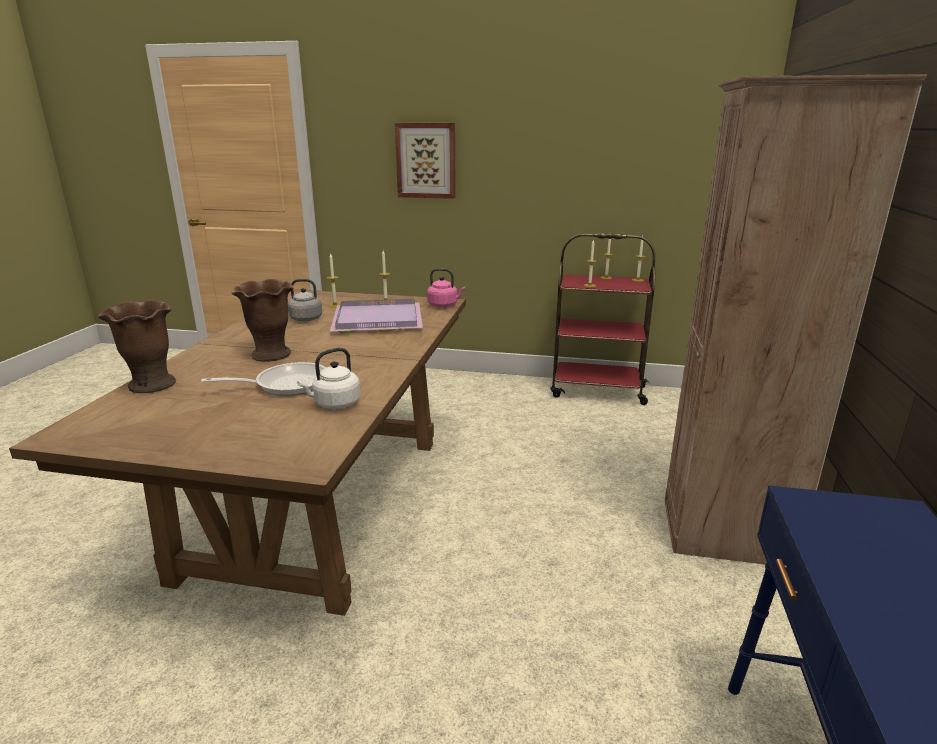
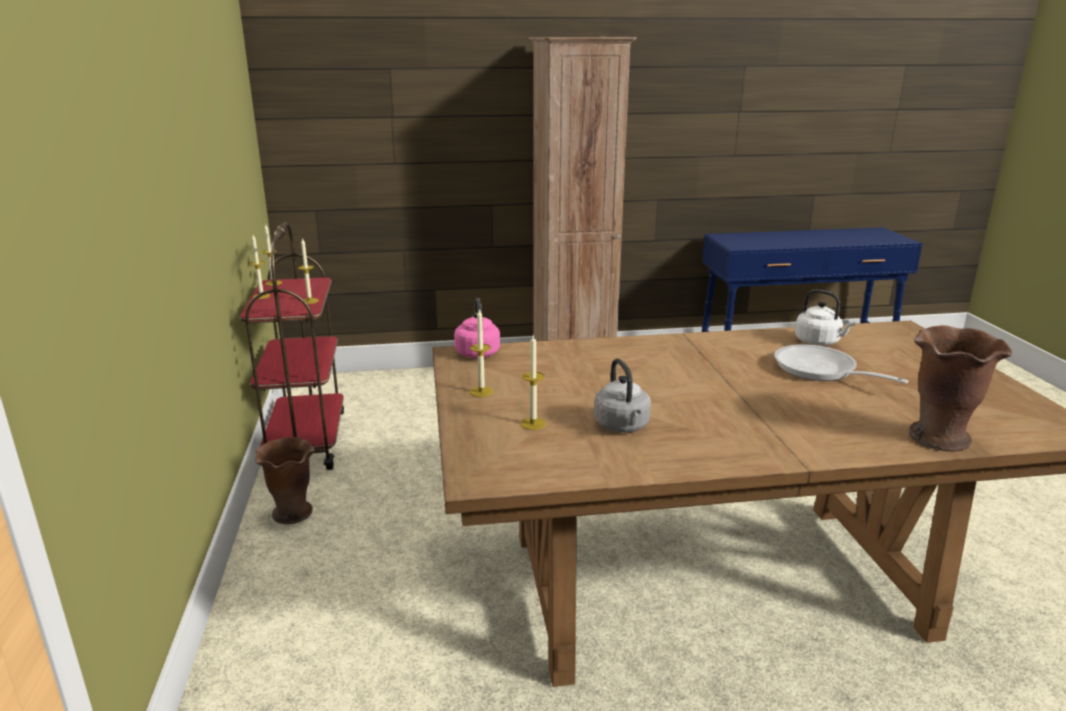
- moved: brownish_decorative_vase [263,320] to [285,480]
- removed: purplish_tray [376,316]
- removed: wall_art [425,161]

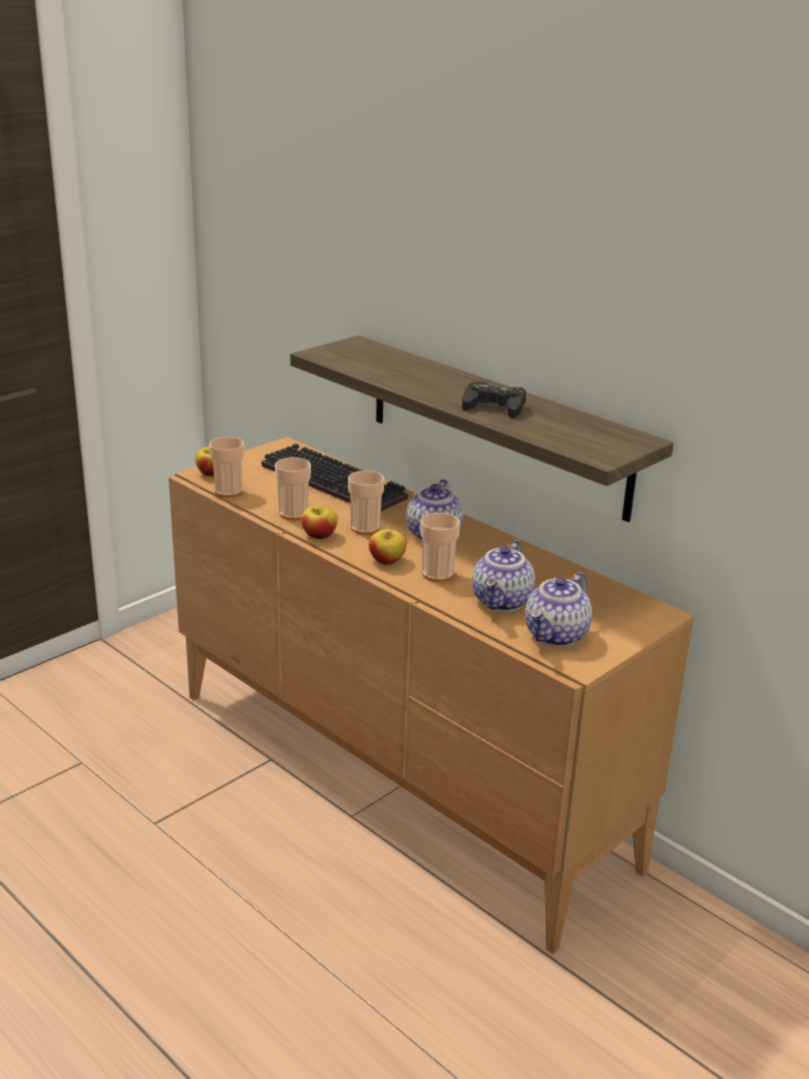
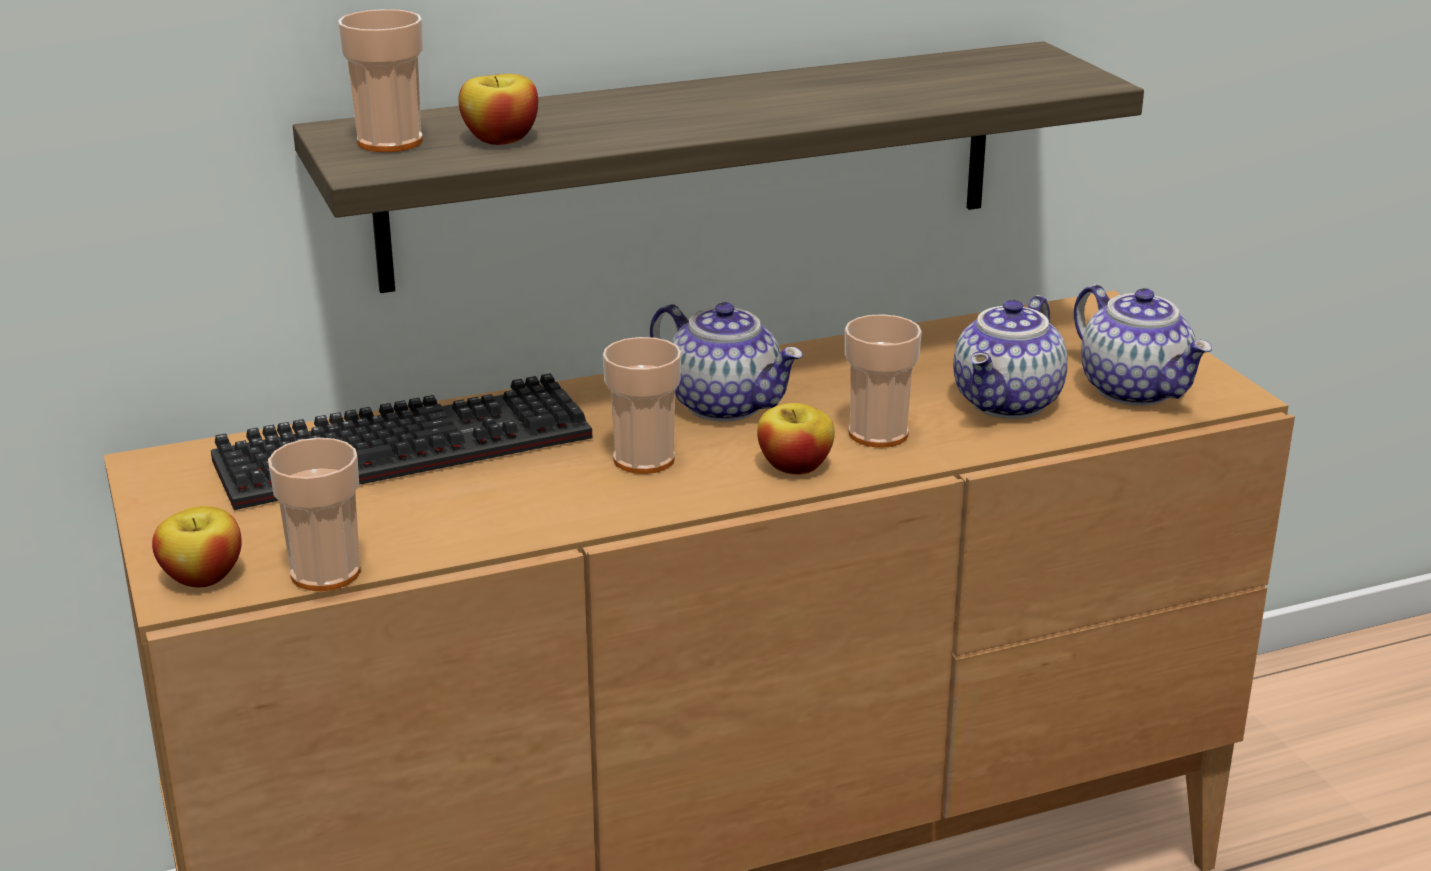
- moved: cup [293,488] to [380,80]
- moved: apple [319,522] to [498,109]
- removed: black_joypad [494,400]
- turned: tea_pot [503,576] = [1010,357] 75 degrees clockwise

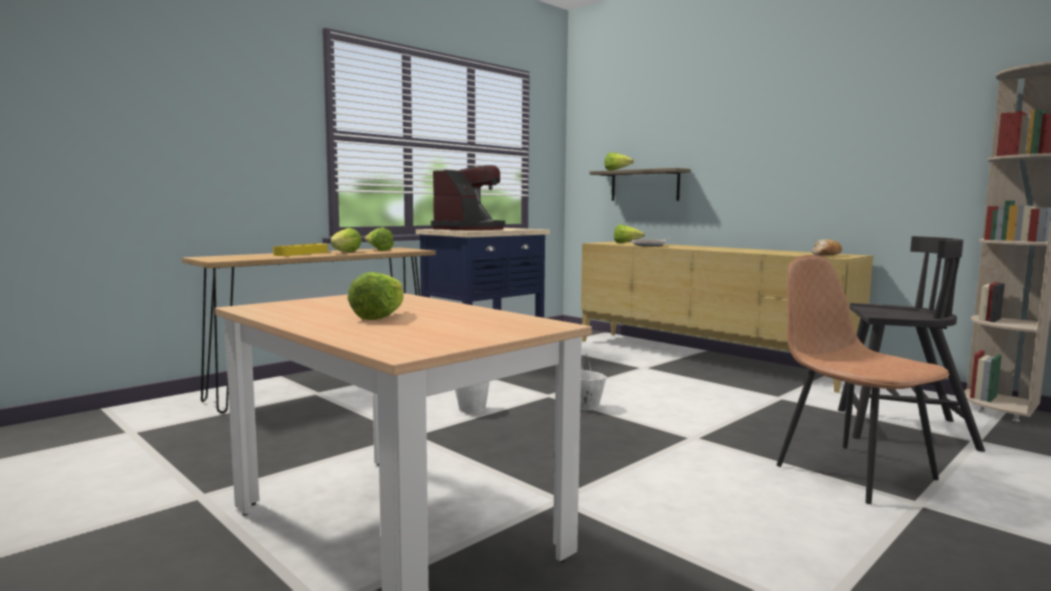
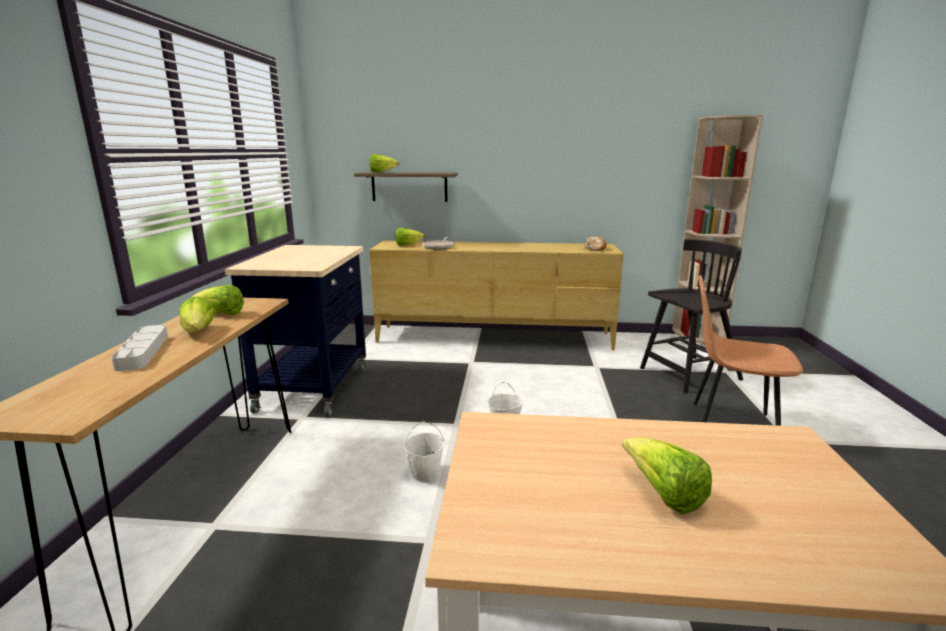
- recoloured: yellow-coloured_tray [300,250] to gray_tray [139,348]
- removed: coffee_machine [468,197]

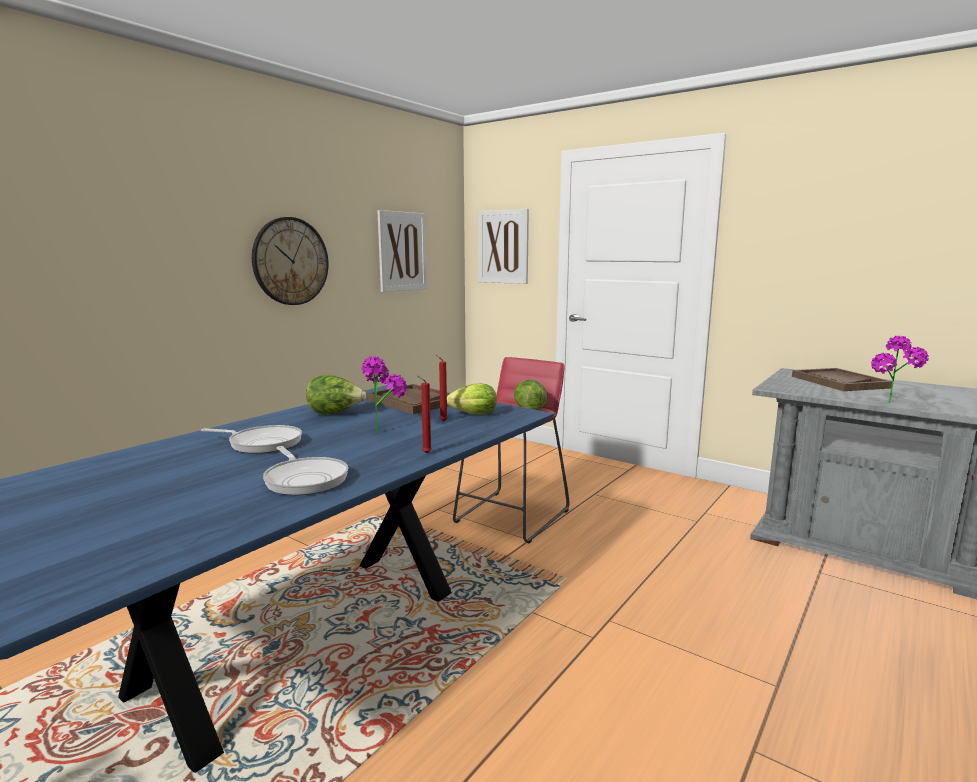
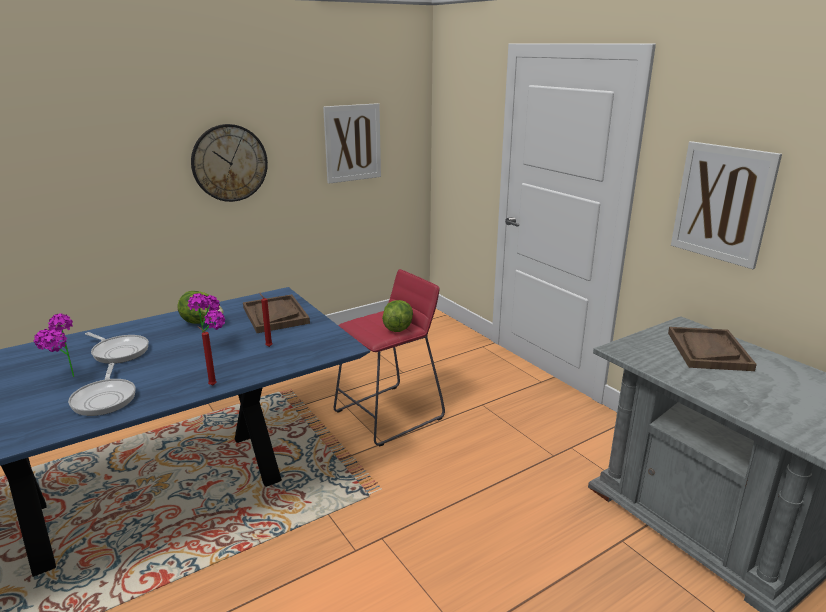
- removed: head_of_lettuce [472,399]
- moved: wall_art [504,246] to [726,205]
- moved: potted_plant [900,369] to [54,345]

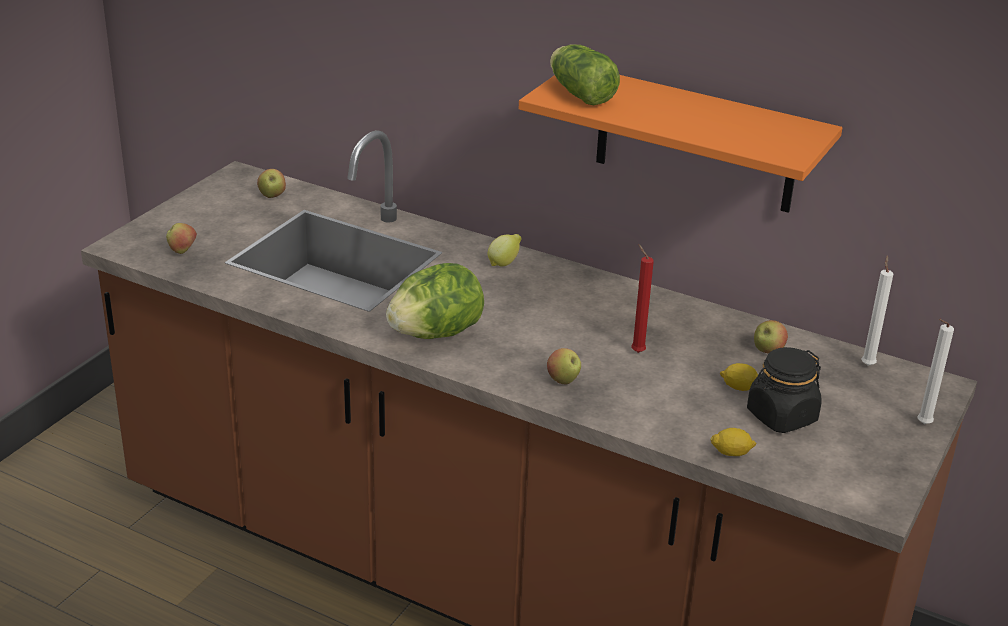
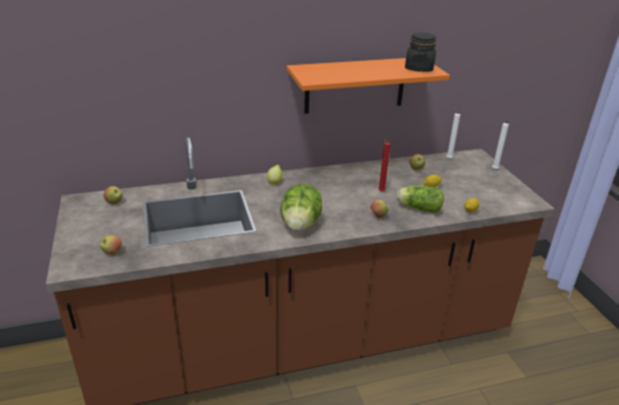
- moved: head_of_lettuce [585,74] to [420,199]
- moved: black_preserve_jar [784,390] to [420,52]

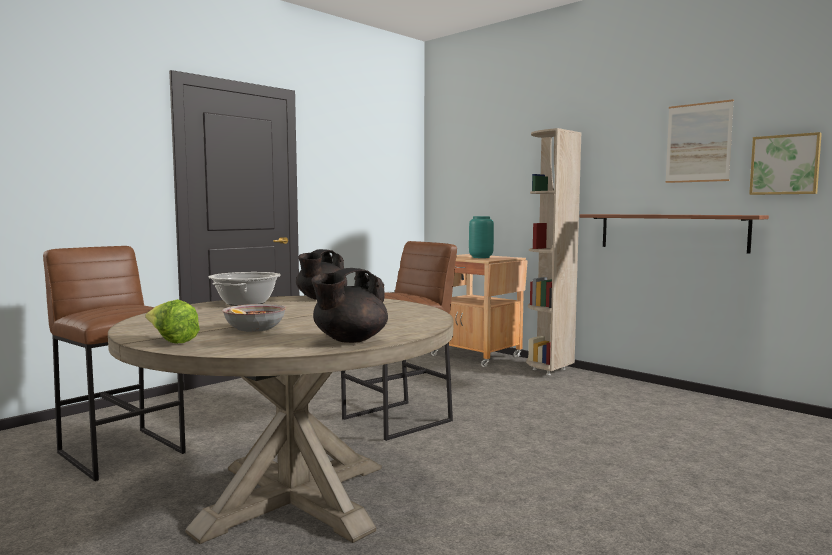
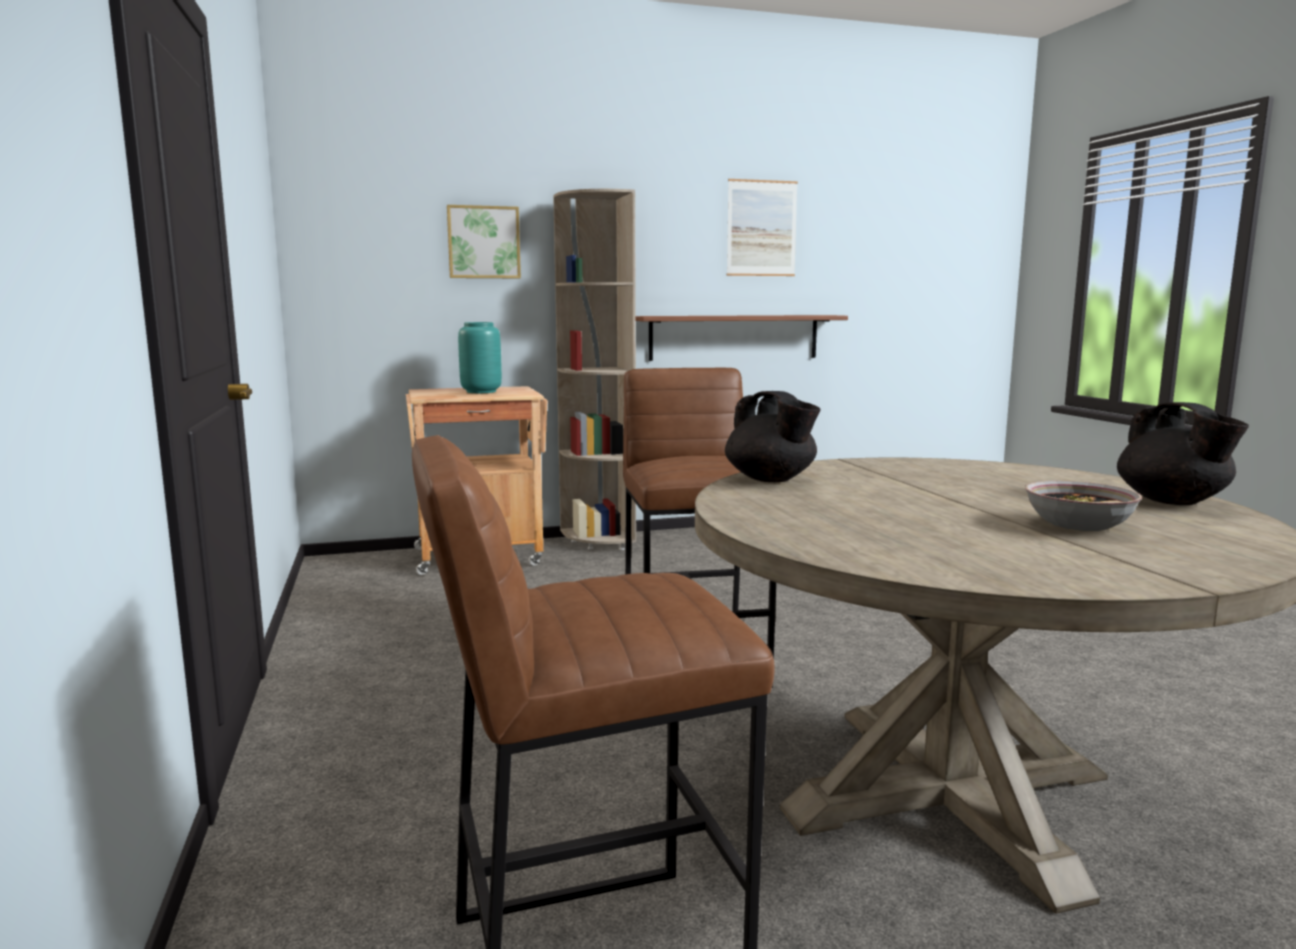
- removed: head_of_lettuce [172,321]
- removed: stockpot [244,289]
- moved: wall_art [785,163] to [484,241]

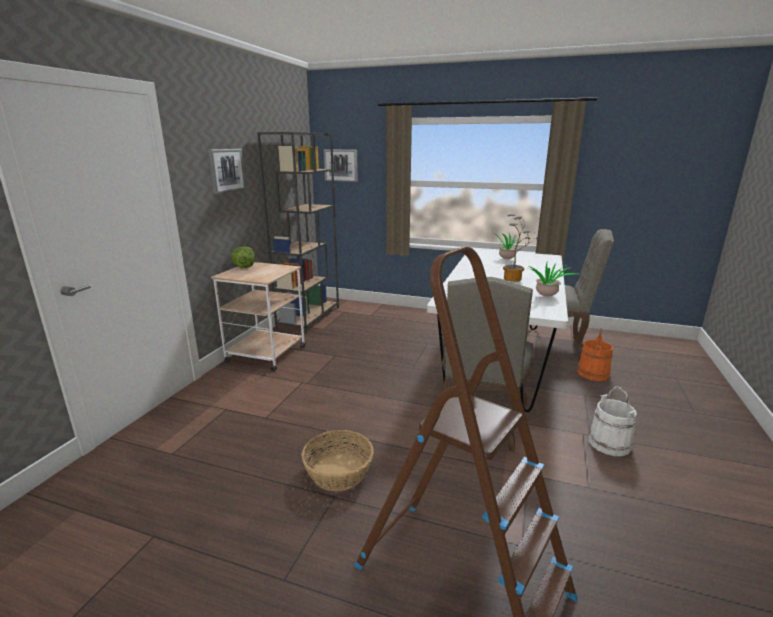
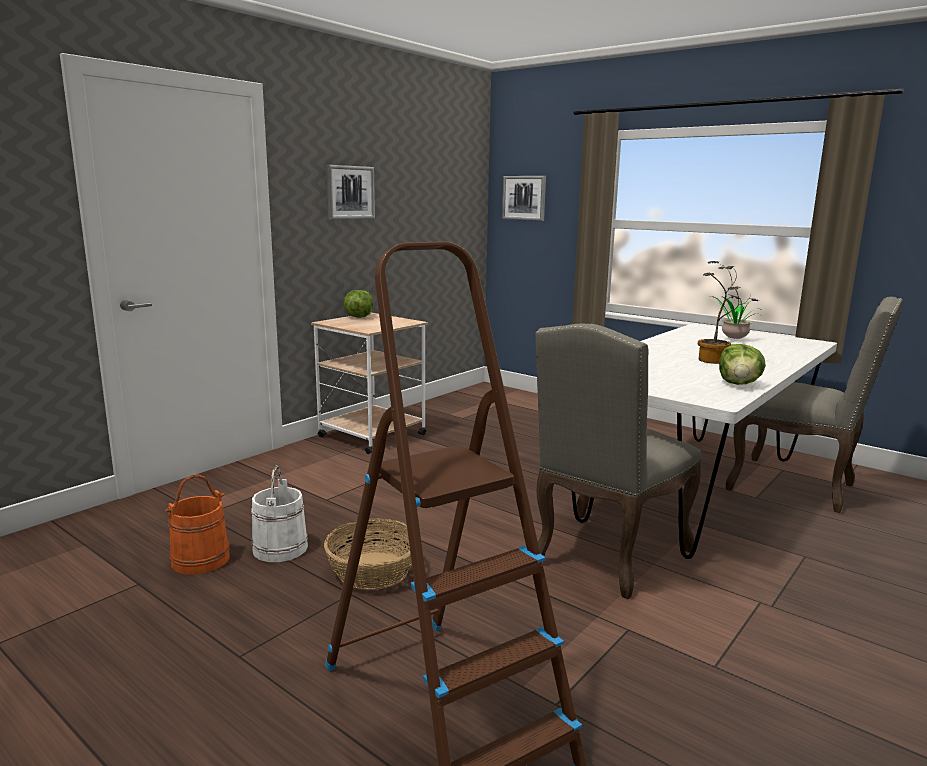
- removed: bookcase [298,233]
- replaced: potted_plant [553,279] to head_of_lettuce [742,364]
- moved: orangey_pail [595,354] to [197,525]
- moved: whitish_pail [613,421] to [279,513]

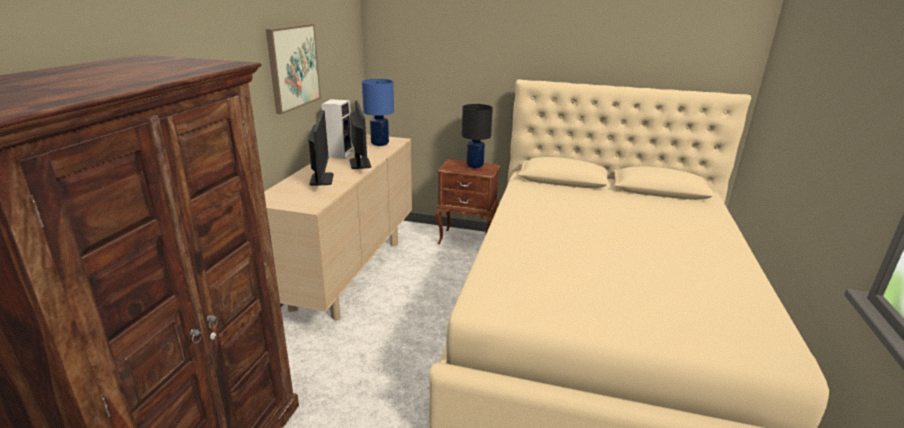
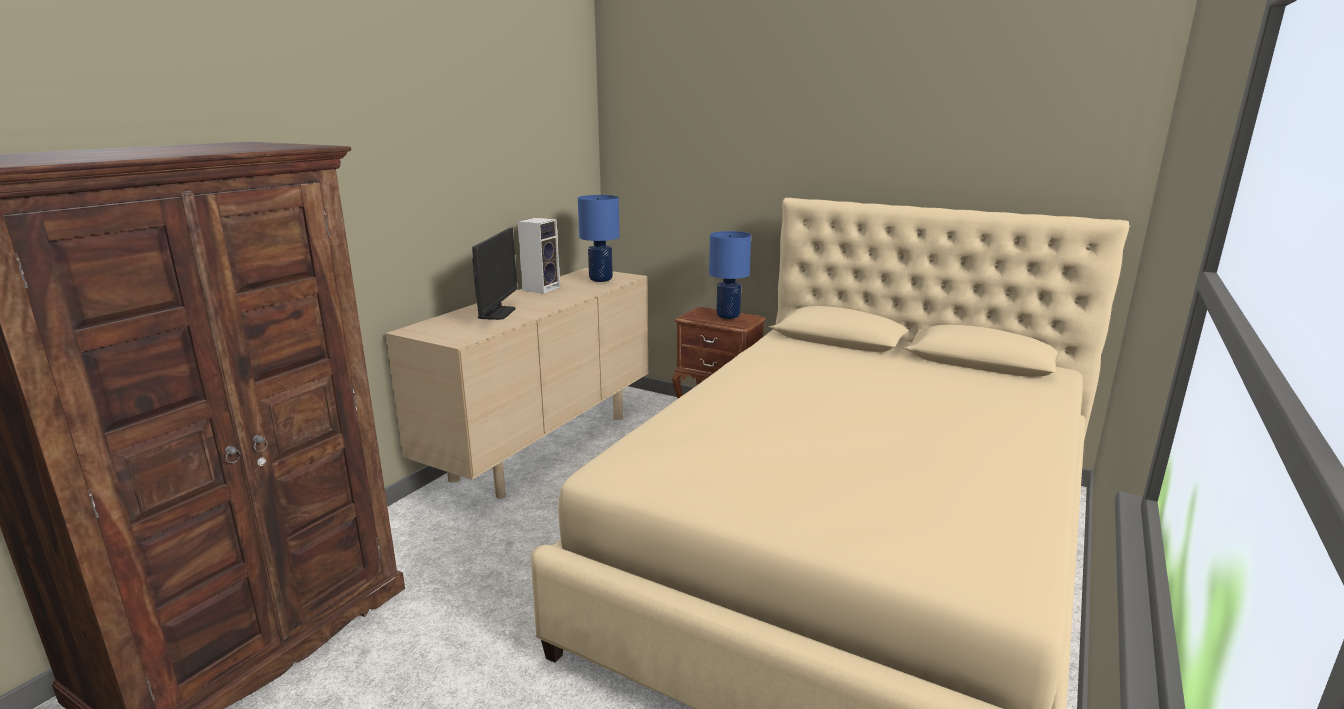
- removed: wall_art [293,69]
- removed: monitor [360,135]
- recoloured: black_lamp_for_a_table [477,136] to bluish_lamp_for_a_table [730,275]

